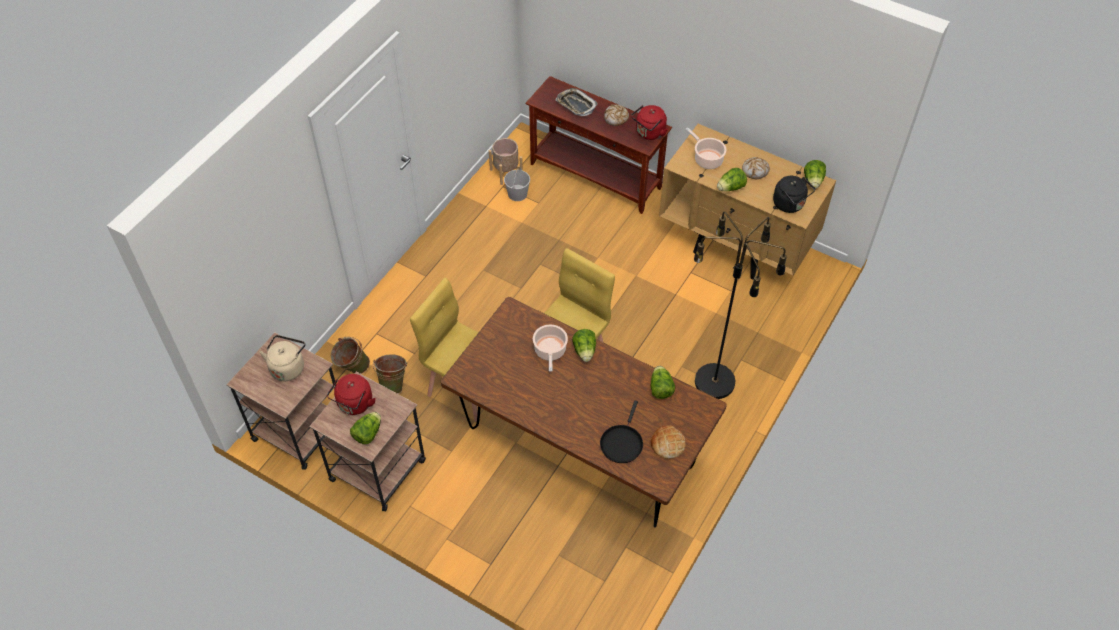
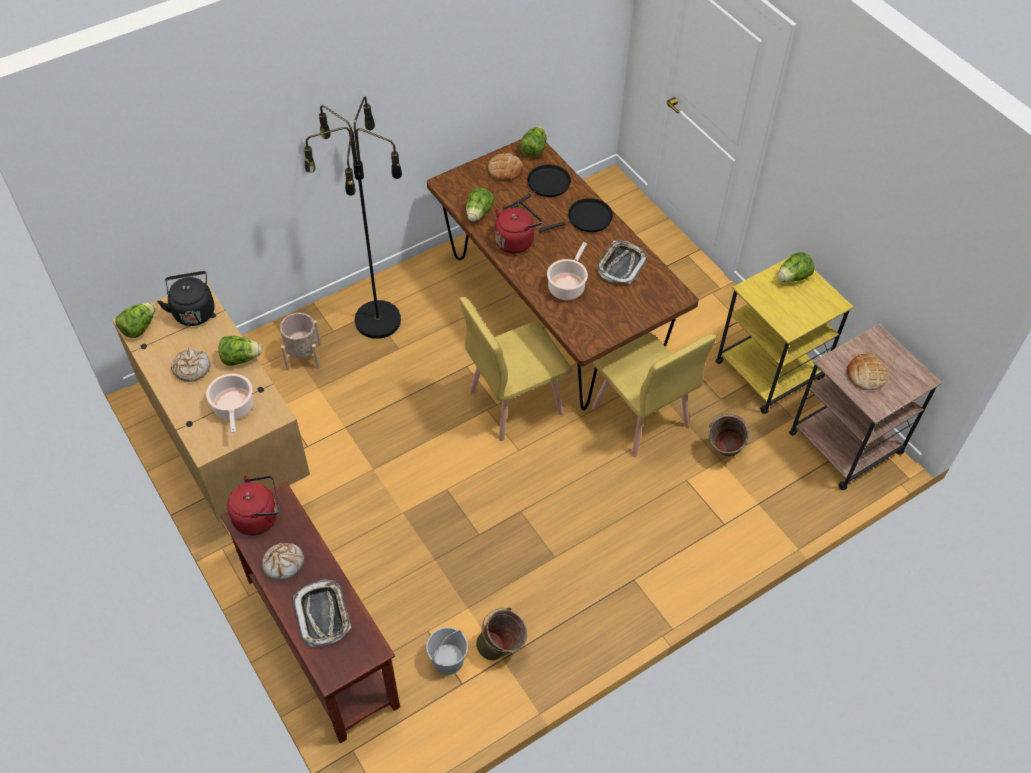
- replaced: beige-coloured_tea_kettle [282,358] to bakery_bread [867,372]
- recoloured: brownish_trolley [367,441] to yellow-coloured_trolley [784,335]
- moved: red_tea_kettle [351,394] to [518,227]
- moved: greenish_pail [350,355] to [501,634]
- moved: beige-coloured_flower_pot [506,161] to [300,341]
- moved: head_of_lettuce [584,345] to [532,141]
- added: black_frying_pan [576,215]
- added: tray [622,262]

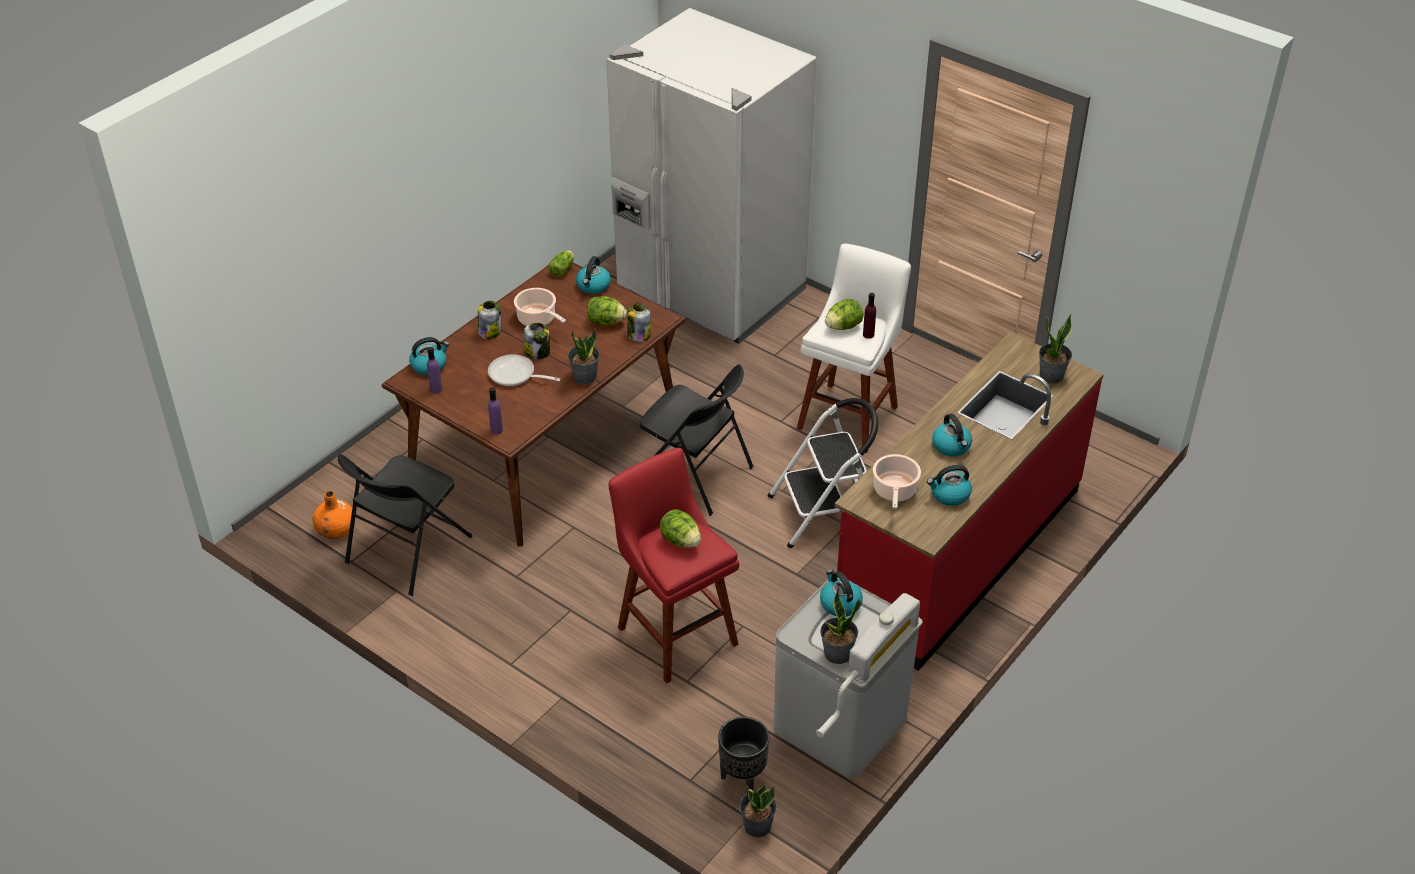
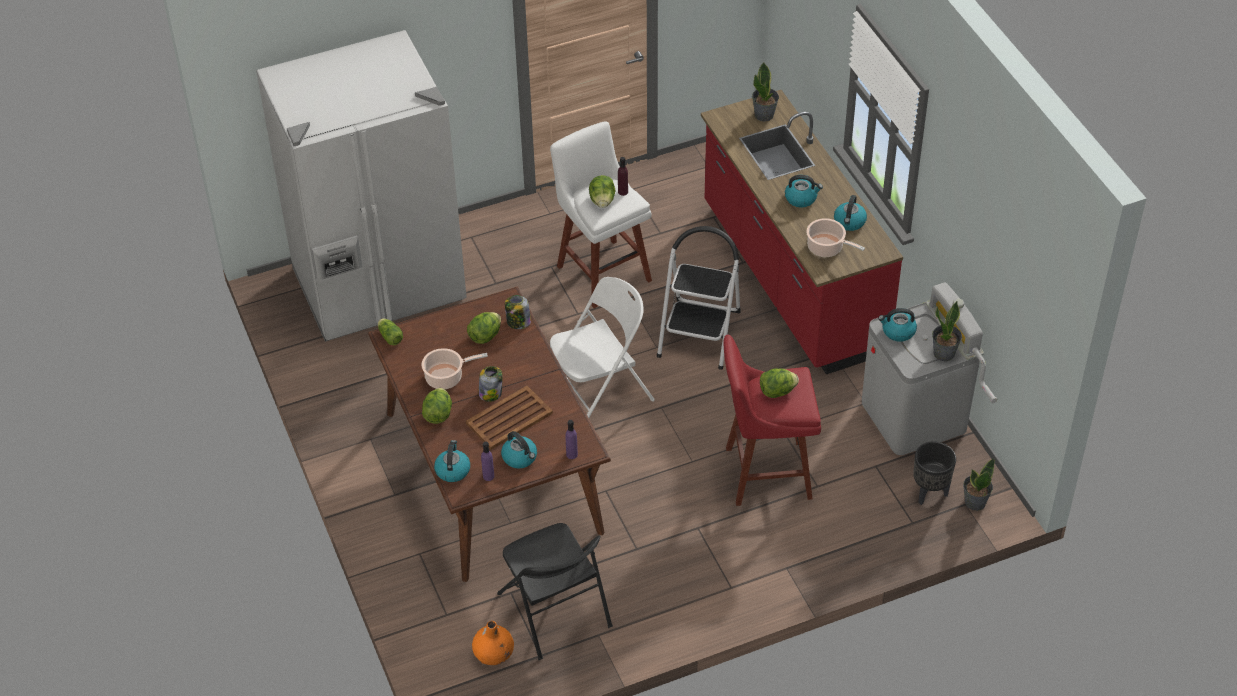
- replaced: preserve_jar [489,320] to head_of_lettuce [437,406]
- replaced: frying_pan [524,370] to brownish_tray [509,418]
- removed: potted_plant [584,356]
- moved: tea_kettle [593,275] to [519,450]
- recoloured: black_chair [697,440] to whitish_chair [602,347]

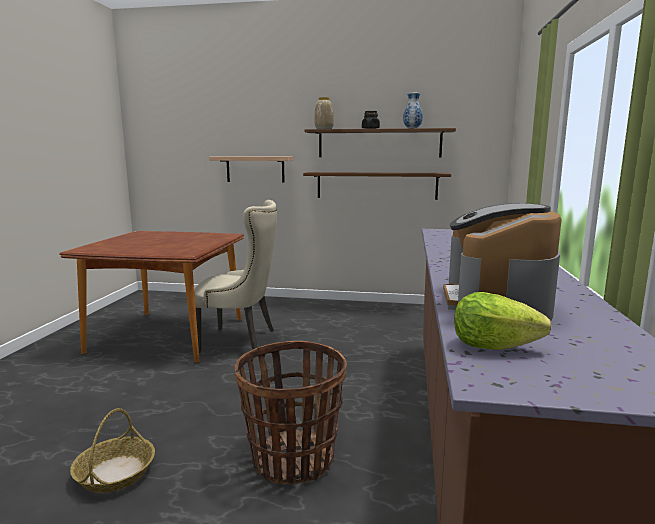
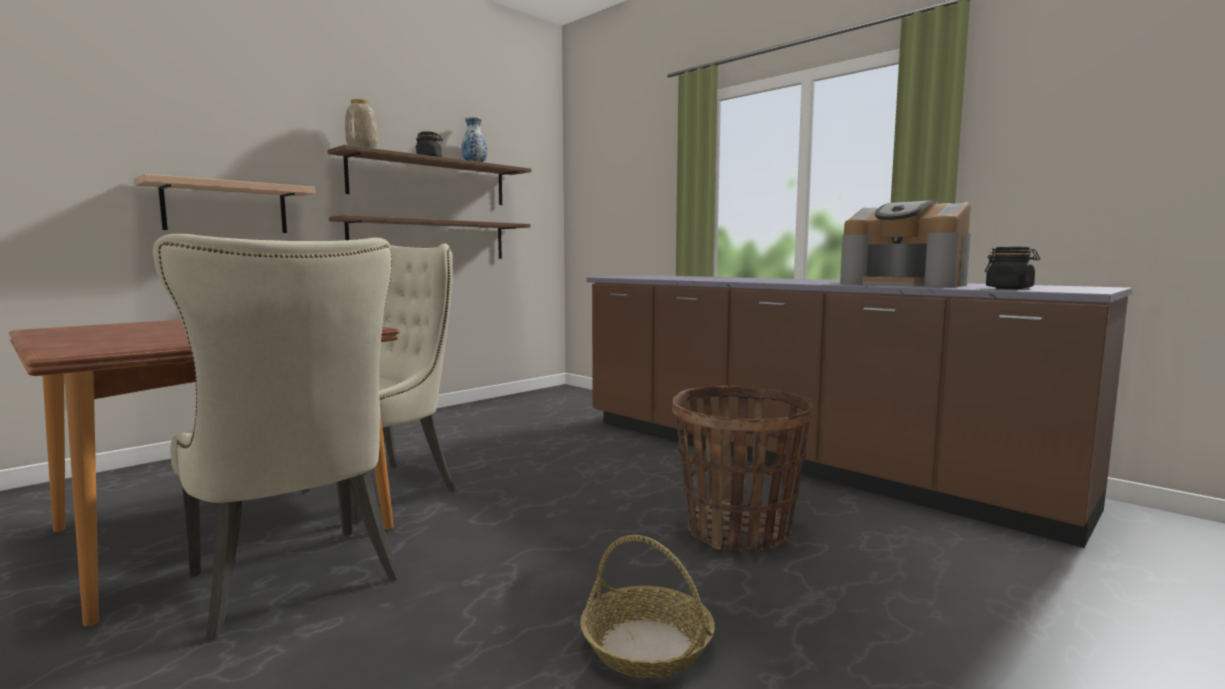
- replaced: head_of_lettuce [503,321] to black_preserve_jar [1012,268]
- added: beige-coloured_chair [276,437]

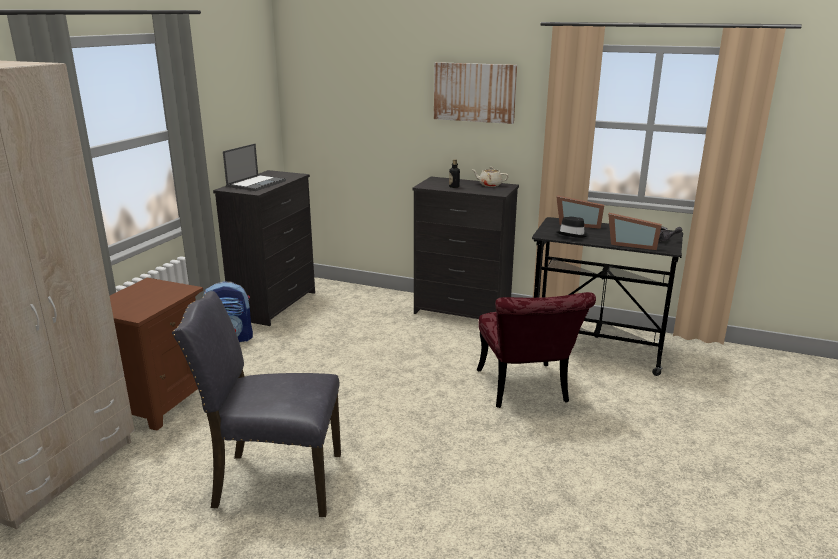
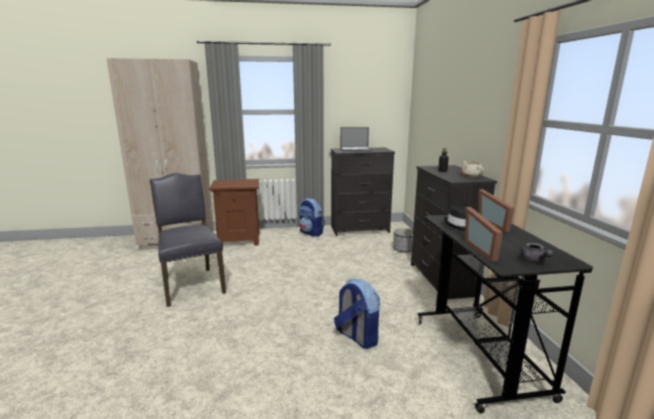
- removed: wall_art [475,93]
- replaced: red_chair [536,350] to backpack [357,314]
- added: flower_pot [403,240]

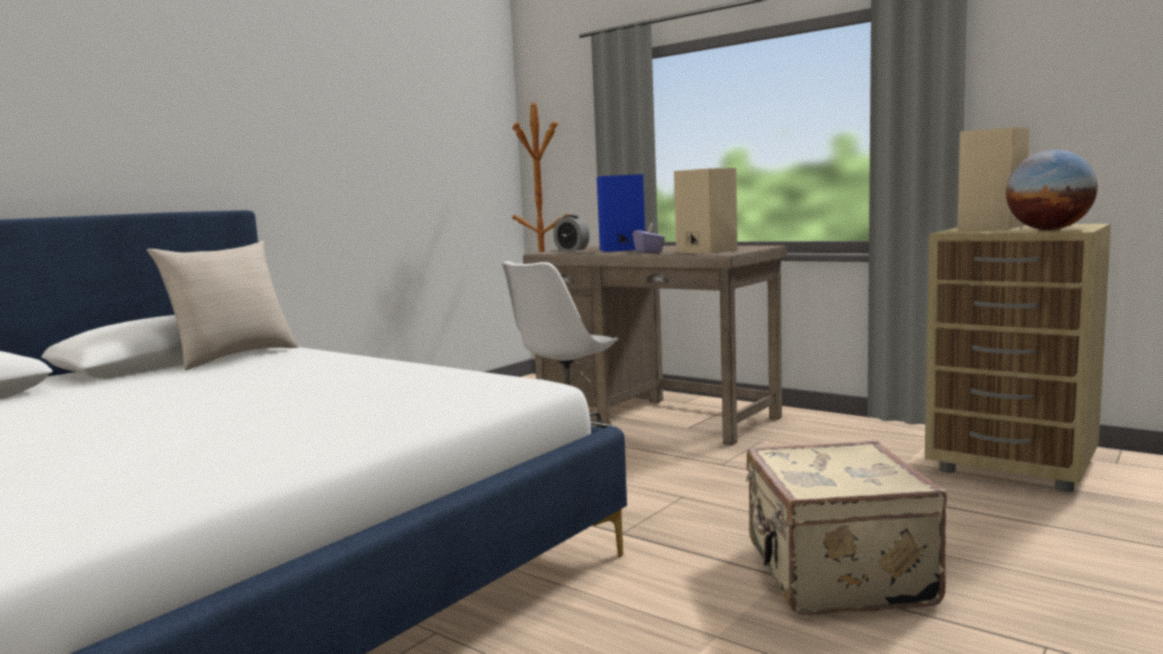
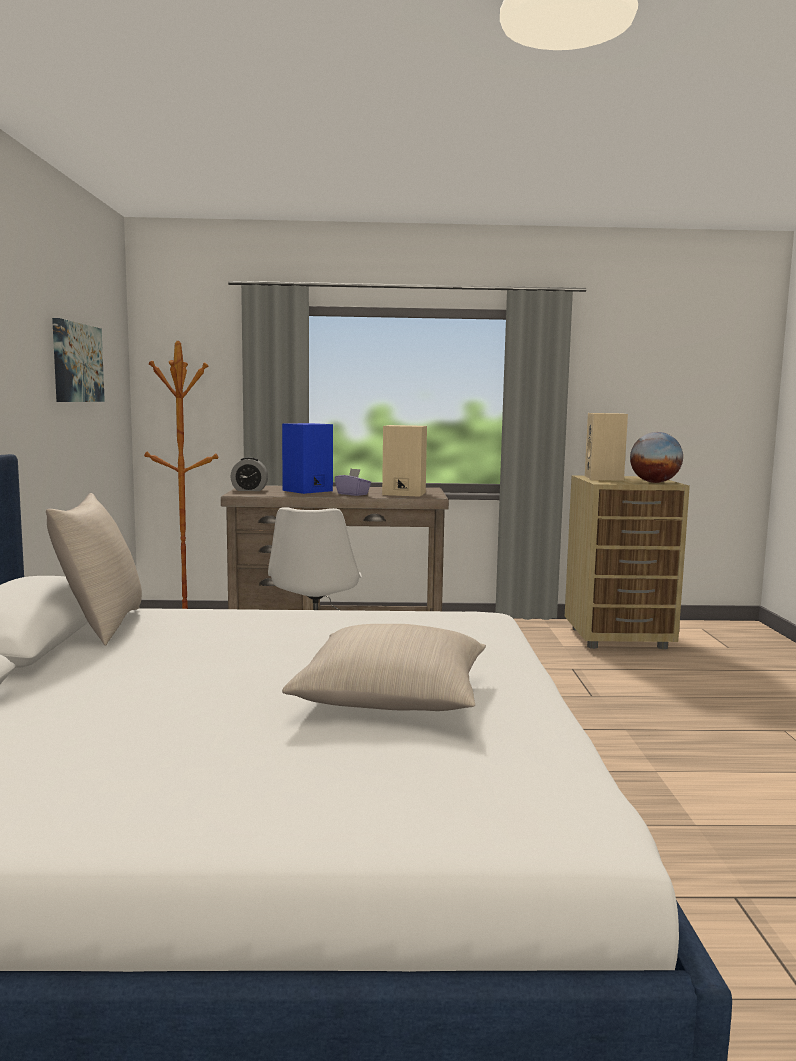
- removed: beige-coloured_travel_case [846,528]
- added: wall_art [78,360]
- added: beige-coloured_throw_pillow [384,667]

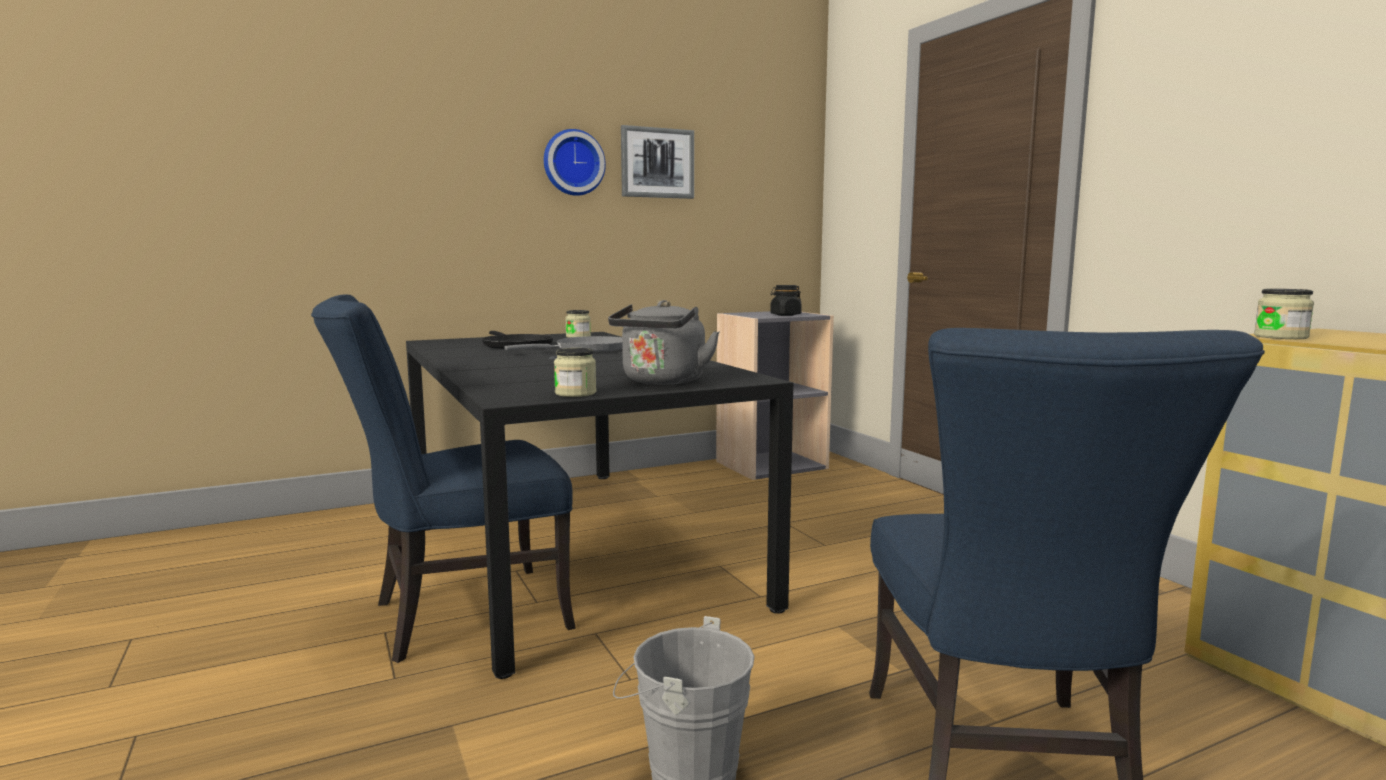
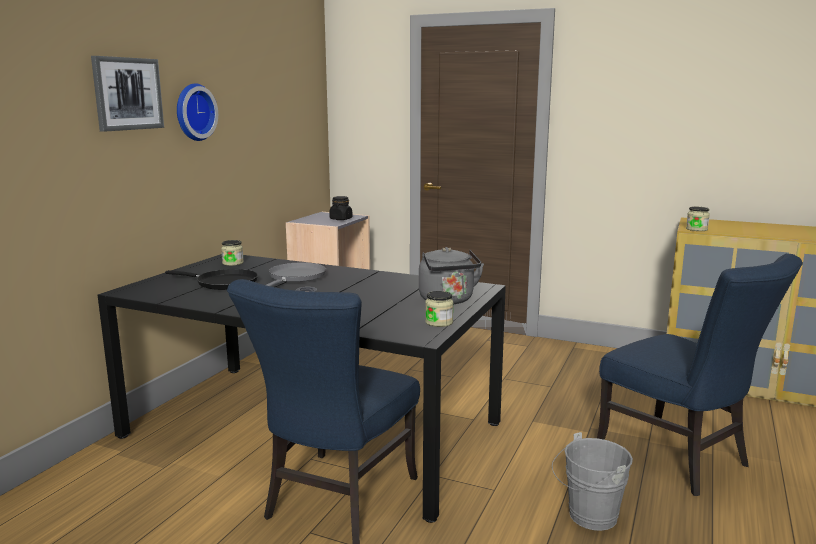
- moved: wall_art [657,162] to [127,94]

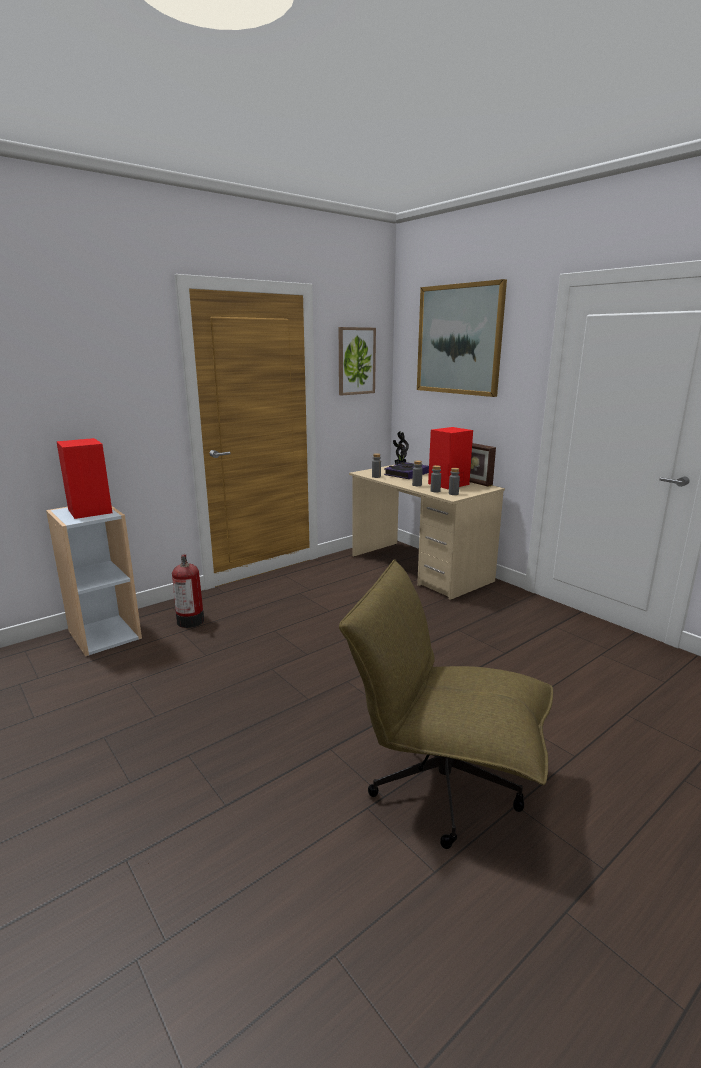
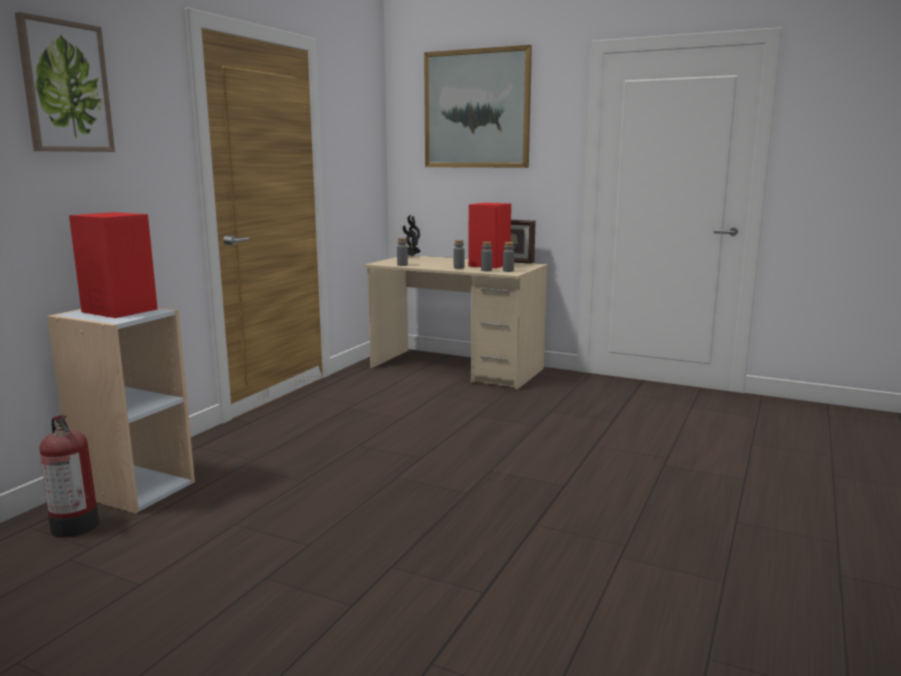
- moved: extinguisher [188,591] to [69,476]
- moved: wall_art [357,361] to [65,82]
- removed: beige-coloured_desk_chair [446,704]
- removed: volume [406,470]

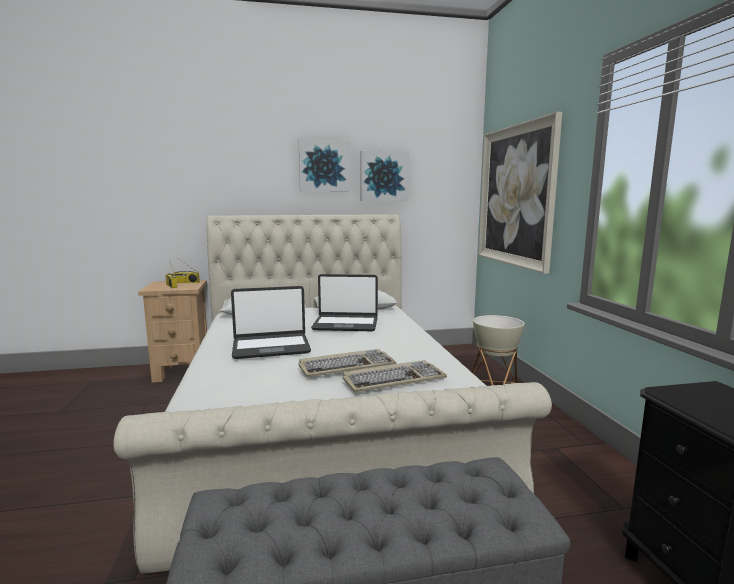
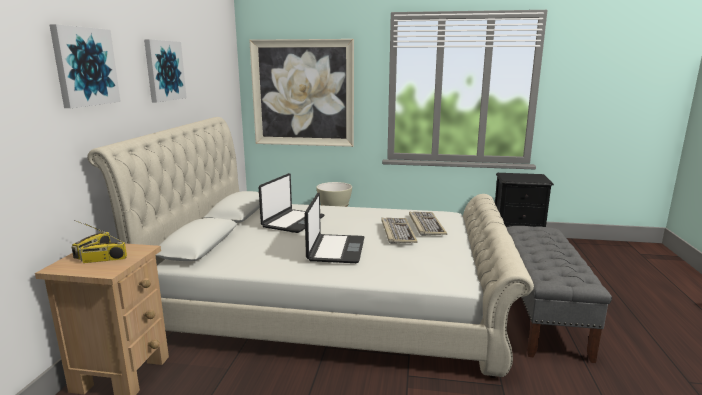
- moved: wall_art [384,176] to [85,66]

